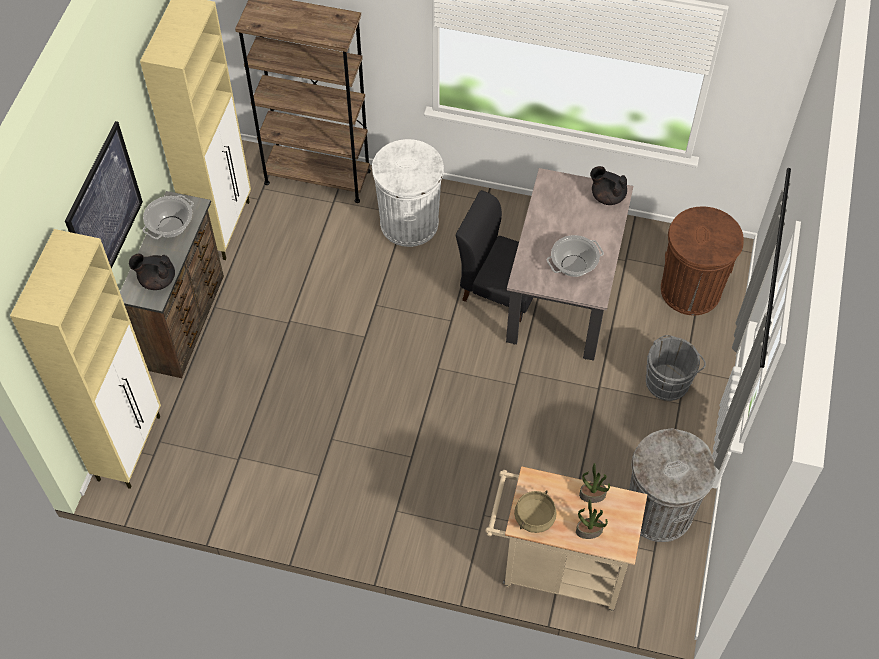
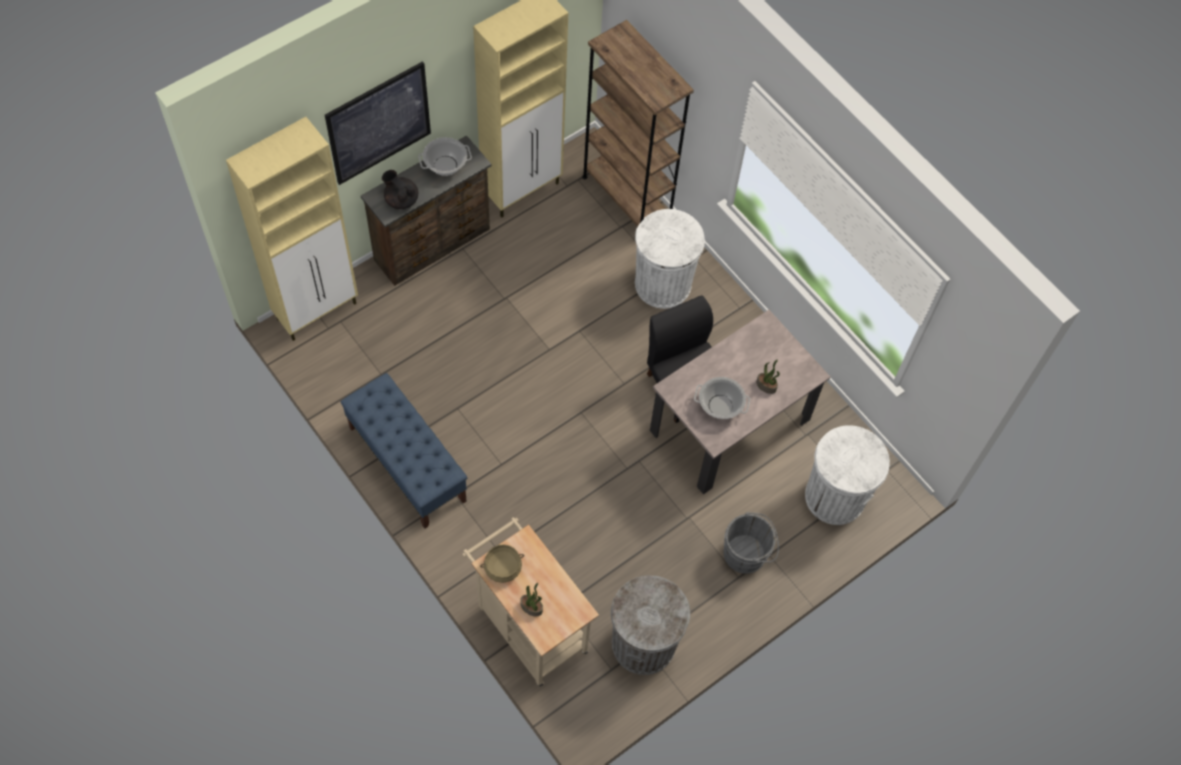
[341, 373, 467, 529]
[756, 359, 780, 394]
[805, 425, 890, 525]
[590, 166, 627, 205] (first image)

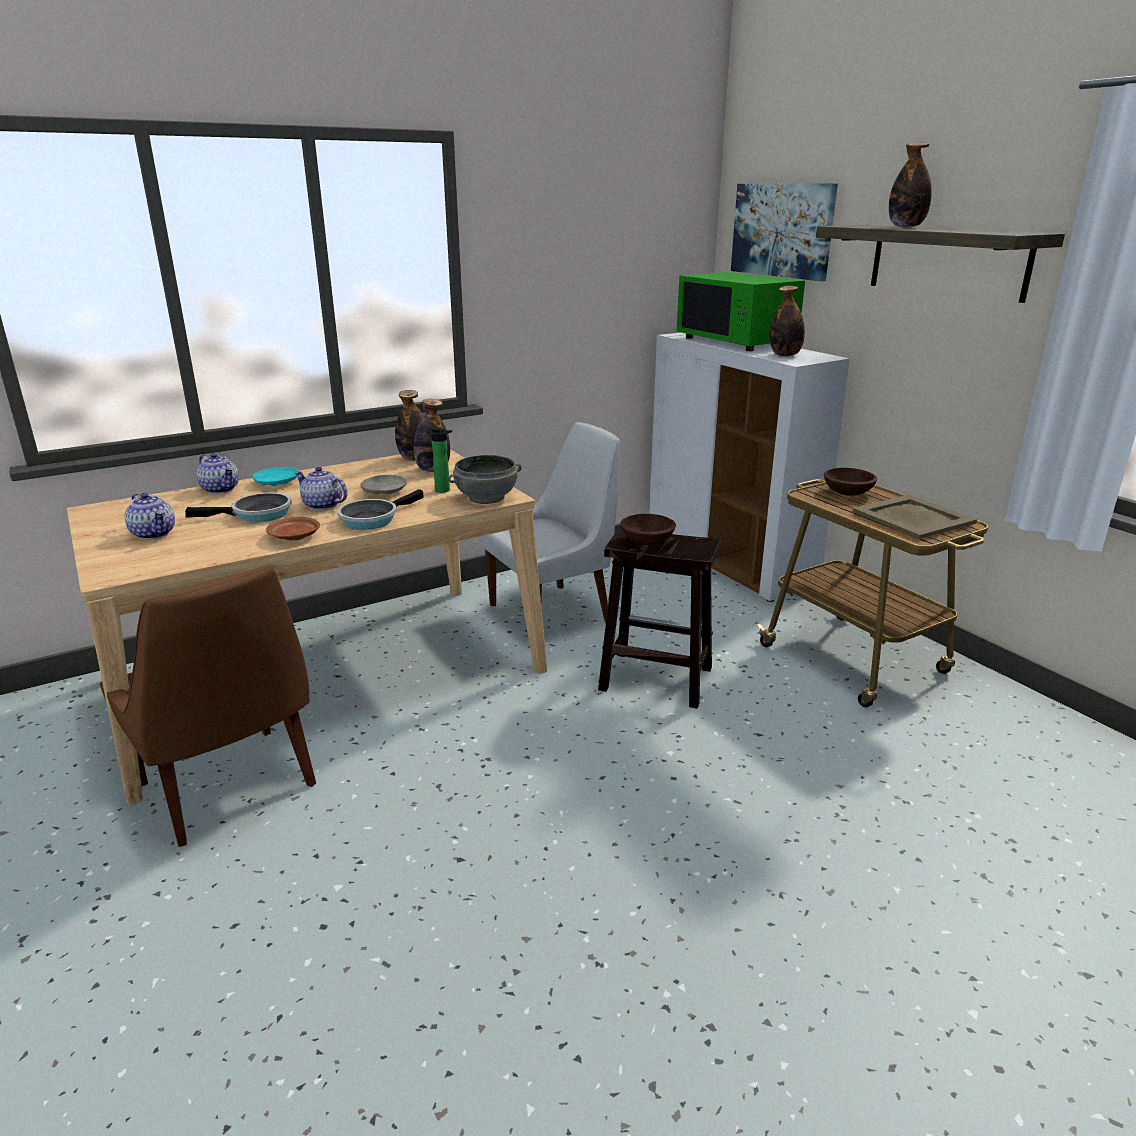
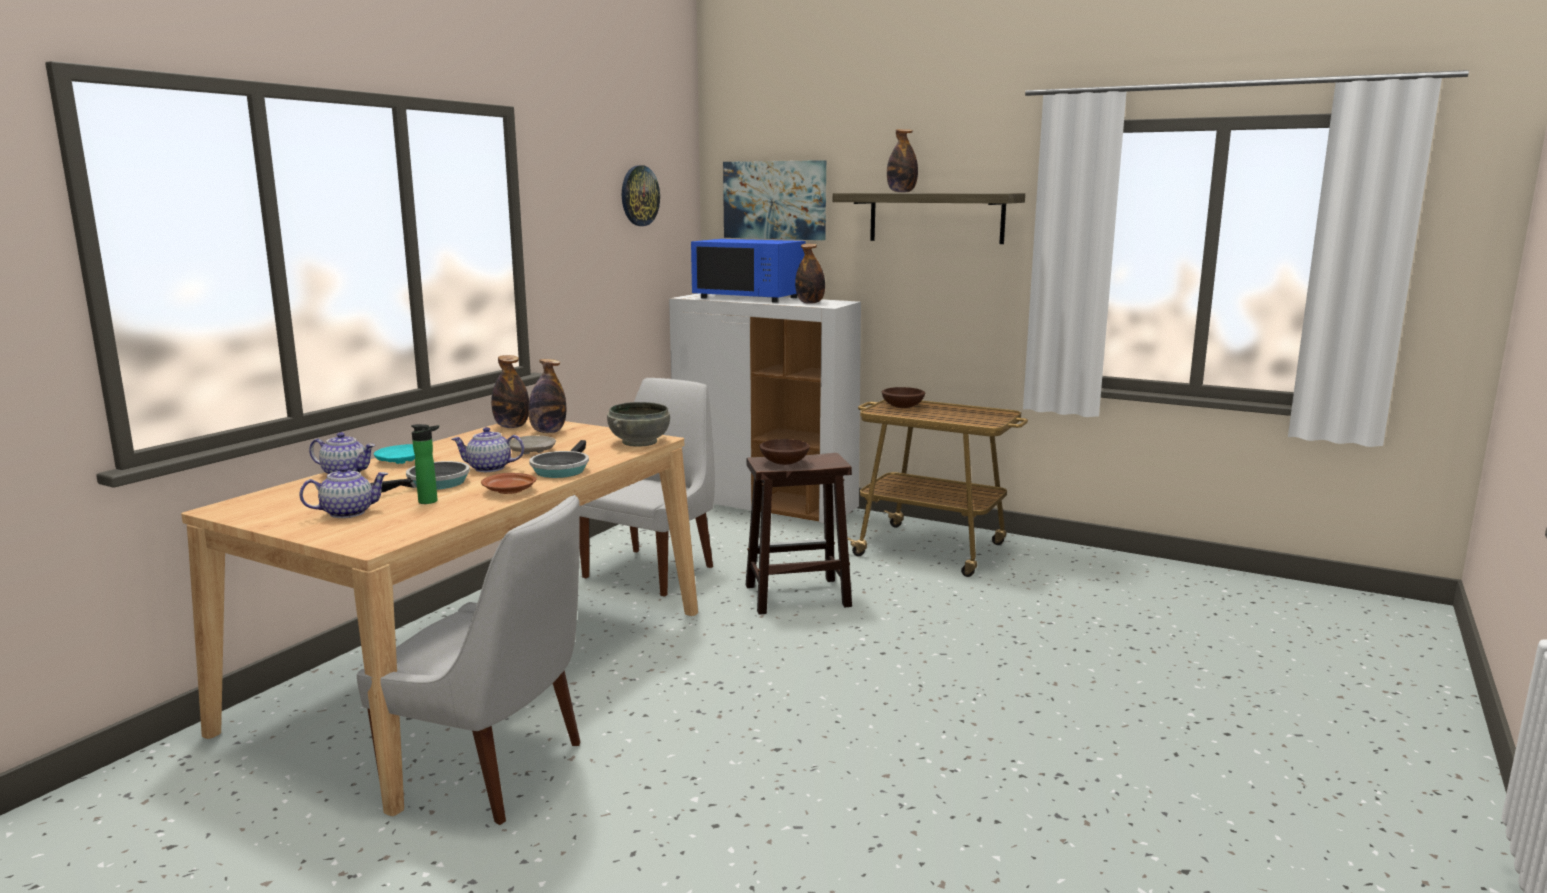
[299, 466, 388, 518]
[356, 495, 580, 825]
[411, 424, 439, 504]
[622, 165, 660, 226]
[691, 239, 806, 303]
[852, 495, 977, 539] (first image)

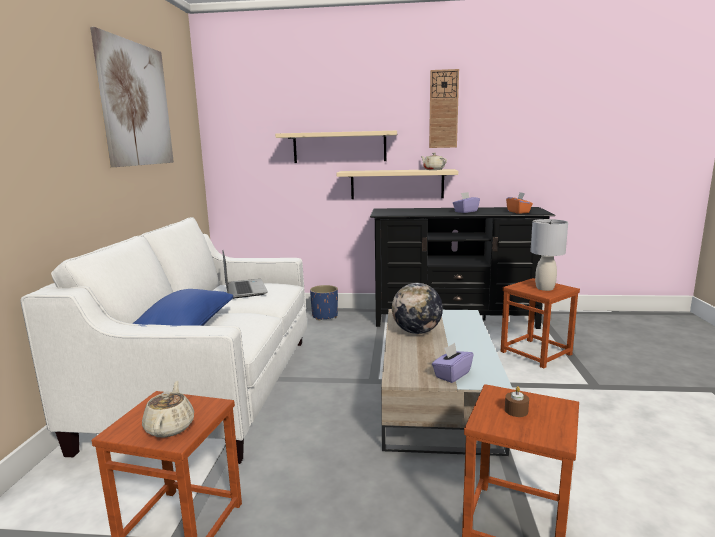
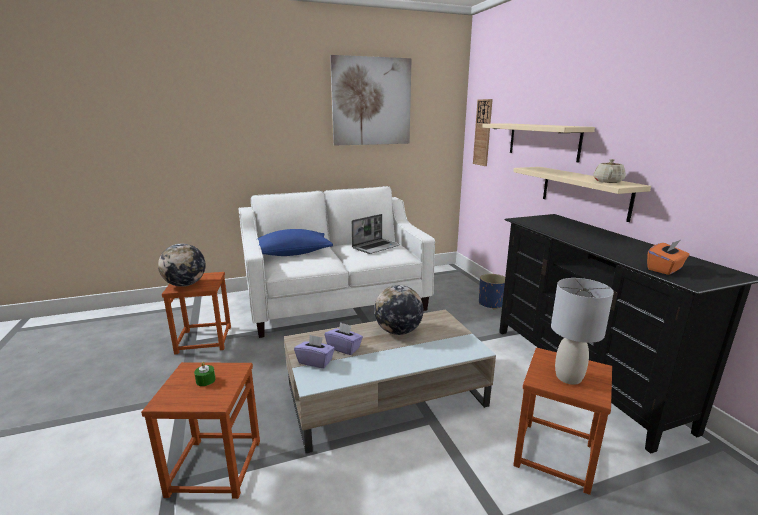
[158, 244, 206, 287]
[194, 362, 216, 386]
[325, 322, 363, 355]
[473, 99, 493, 166]

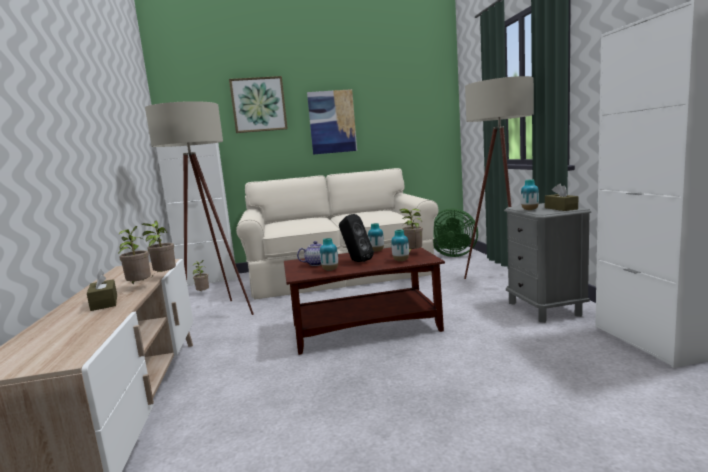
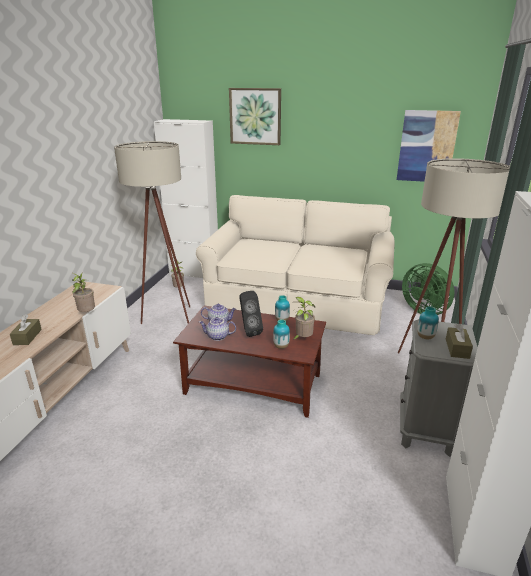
[199, 317, 236, 341]
[397, 110, 461, 182]
[118, 226, 151, 285] (first image)

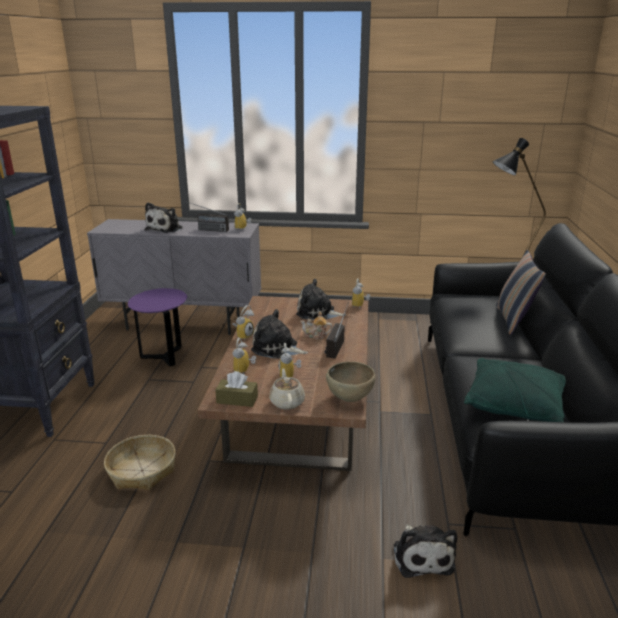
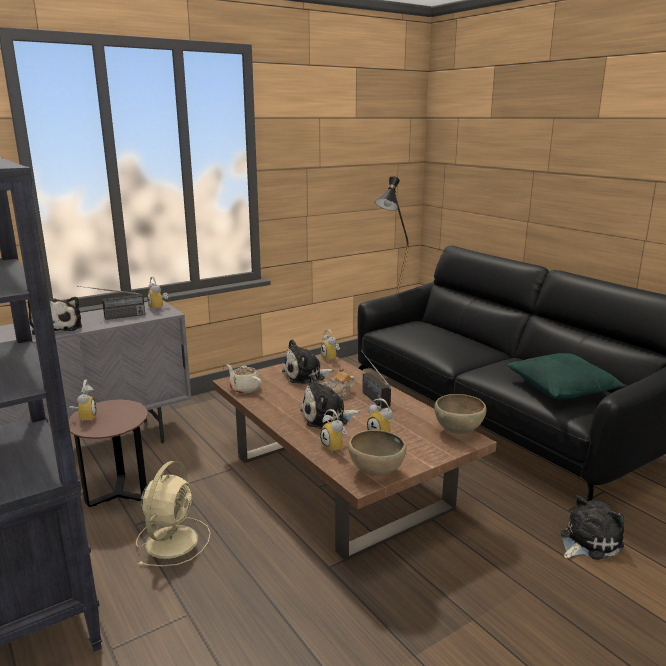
[68, 400, 148, 507]
[69, 380, 97, 422]
[136, 461, 211, 566]
[227, 364, 262, 394]
[348, 430, 406, 476]
[561, 495, 624, 560]
[104, 435, 176, 490] (first image)
[496, 250, 546, 335] (first image)

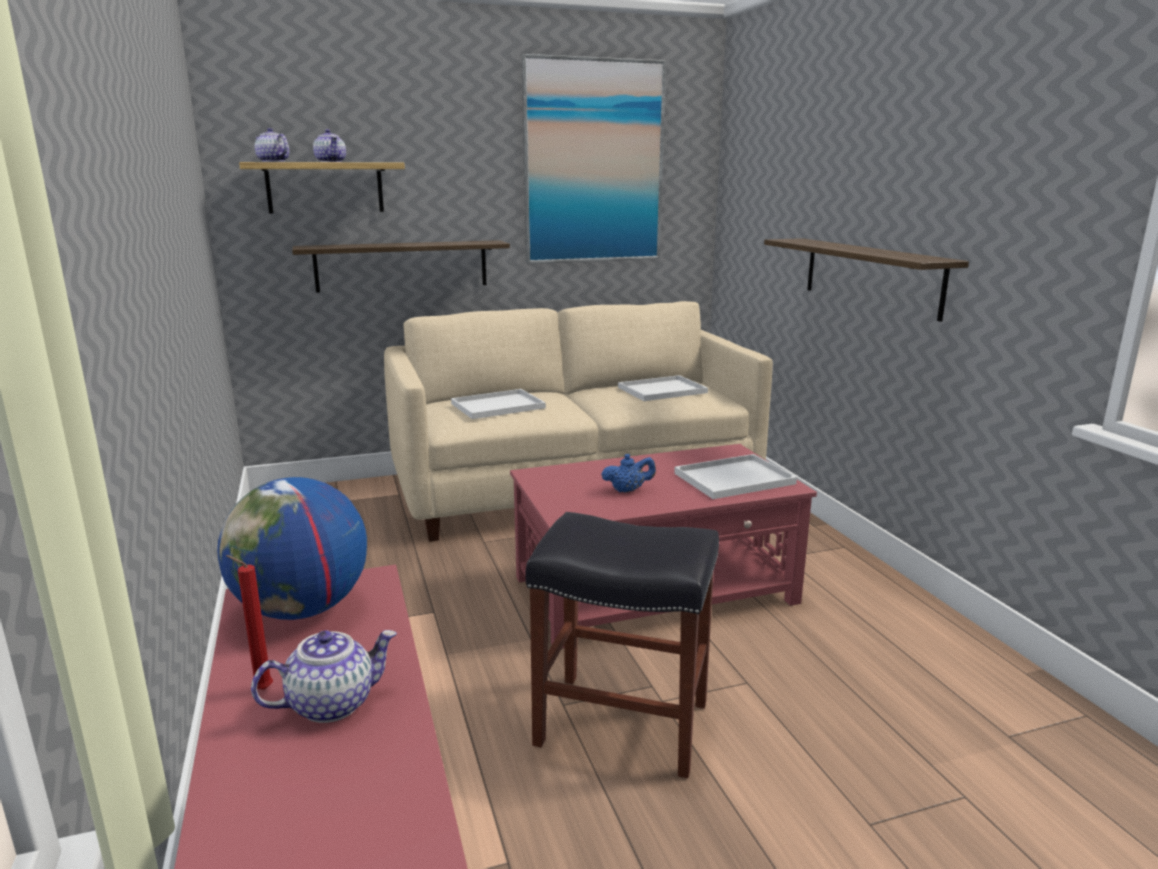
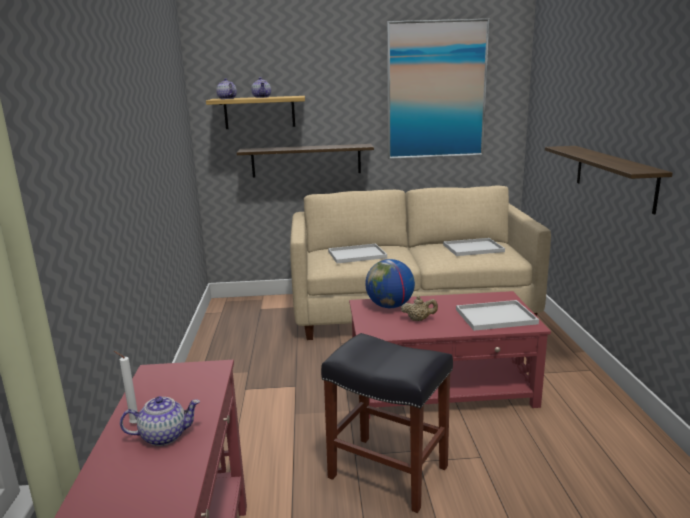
[114, 351, 138, 424]
[366, 259, 415, 308]
[401, 296, 438, 321]

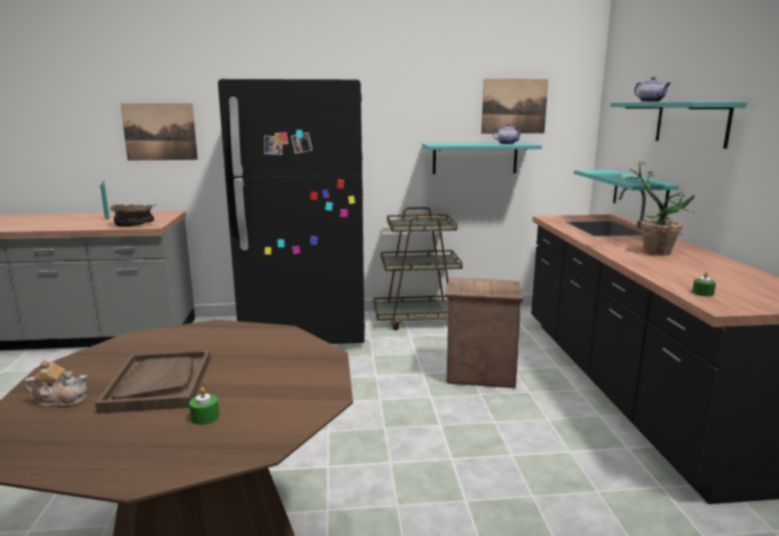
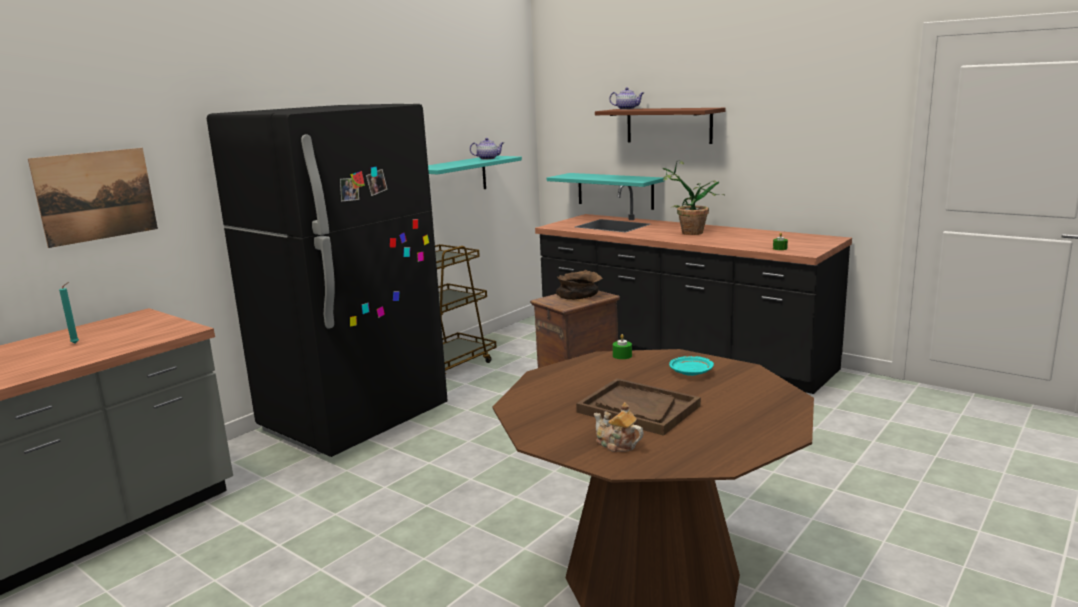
[556, 270, 603, 300]
[594, 402, 644, 452]
[595, 108, 725, 144]
[613, 334, 632, 359]
[669, 356, 714, 376]
[481, 79, 548, 134] (first image)

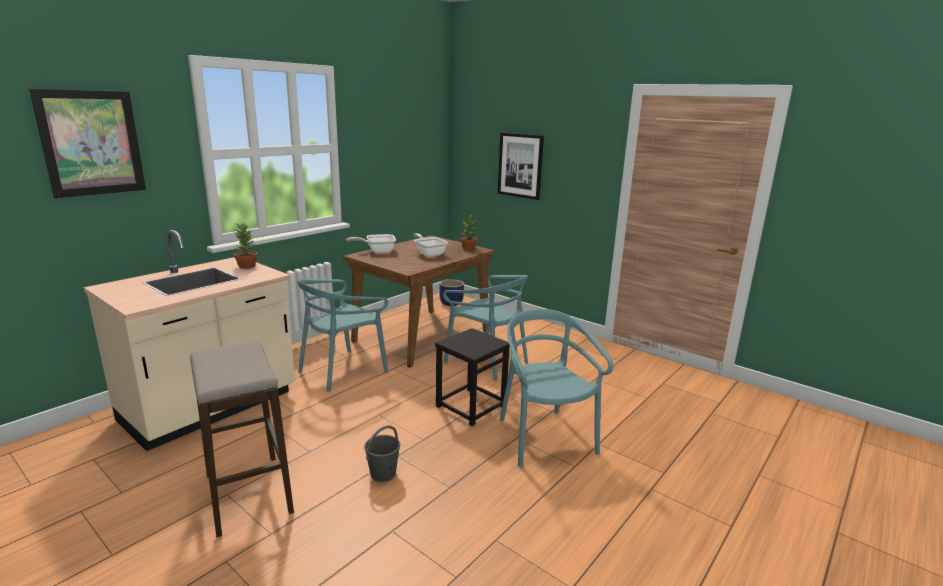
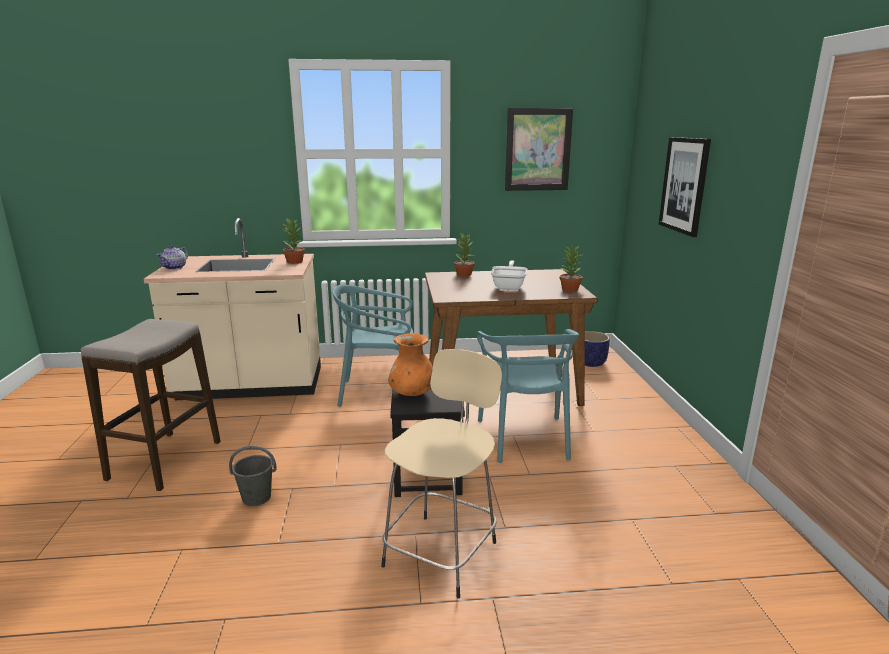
[156, 245, 188, 270]
[381, 349, 502, 599]
[388, 333, 433, 396]
[454, 233, 474, 277]
[505, 108, 573, 191]

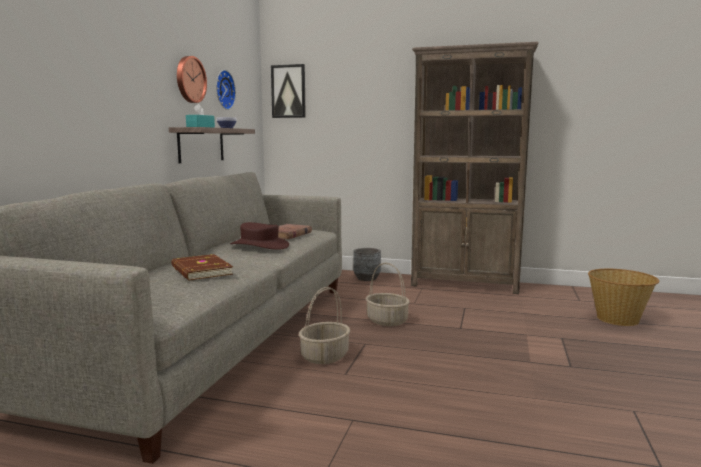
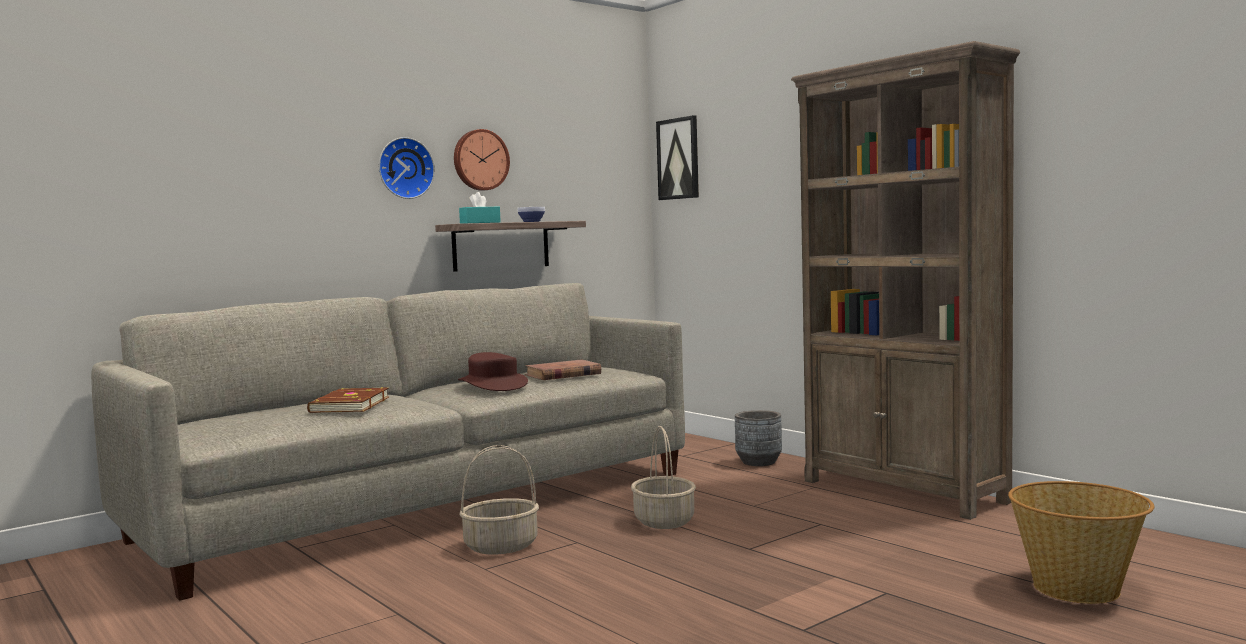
[379, 137, 435, 199]

